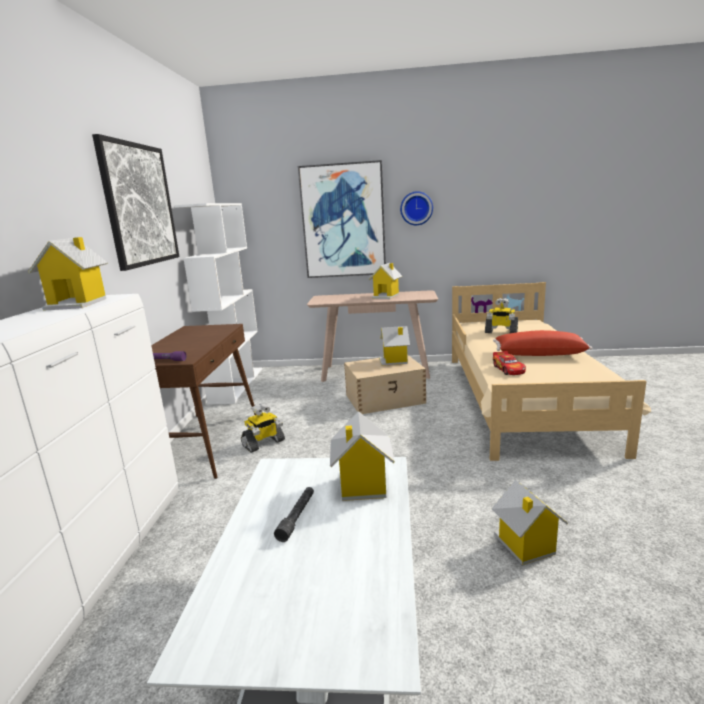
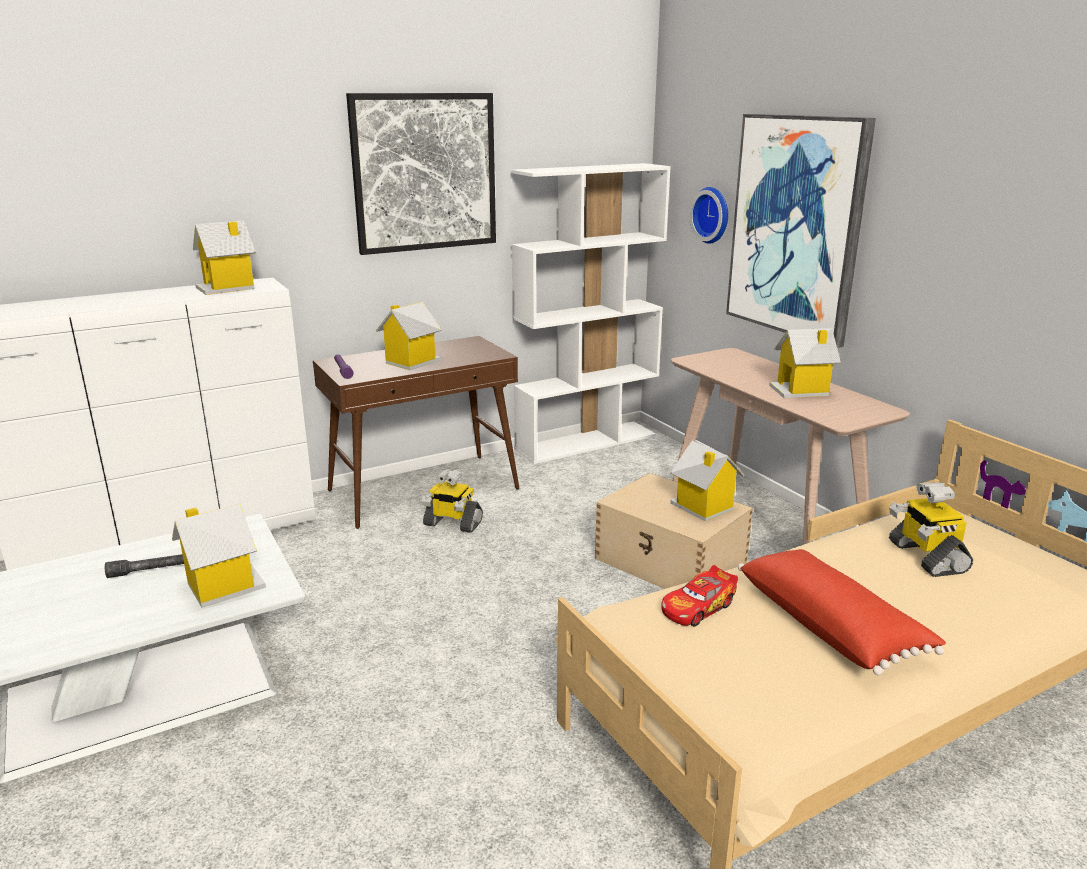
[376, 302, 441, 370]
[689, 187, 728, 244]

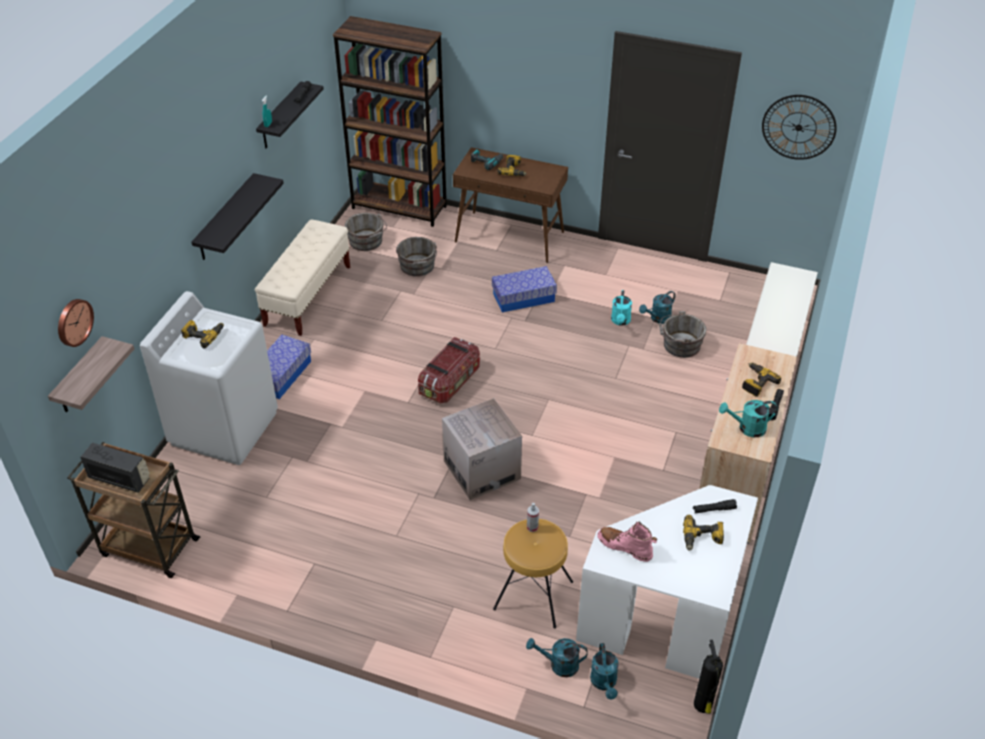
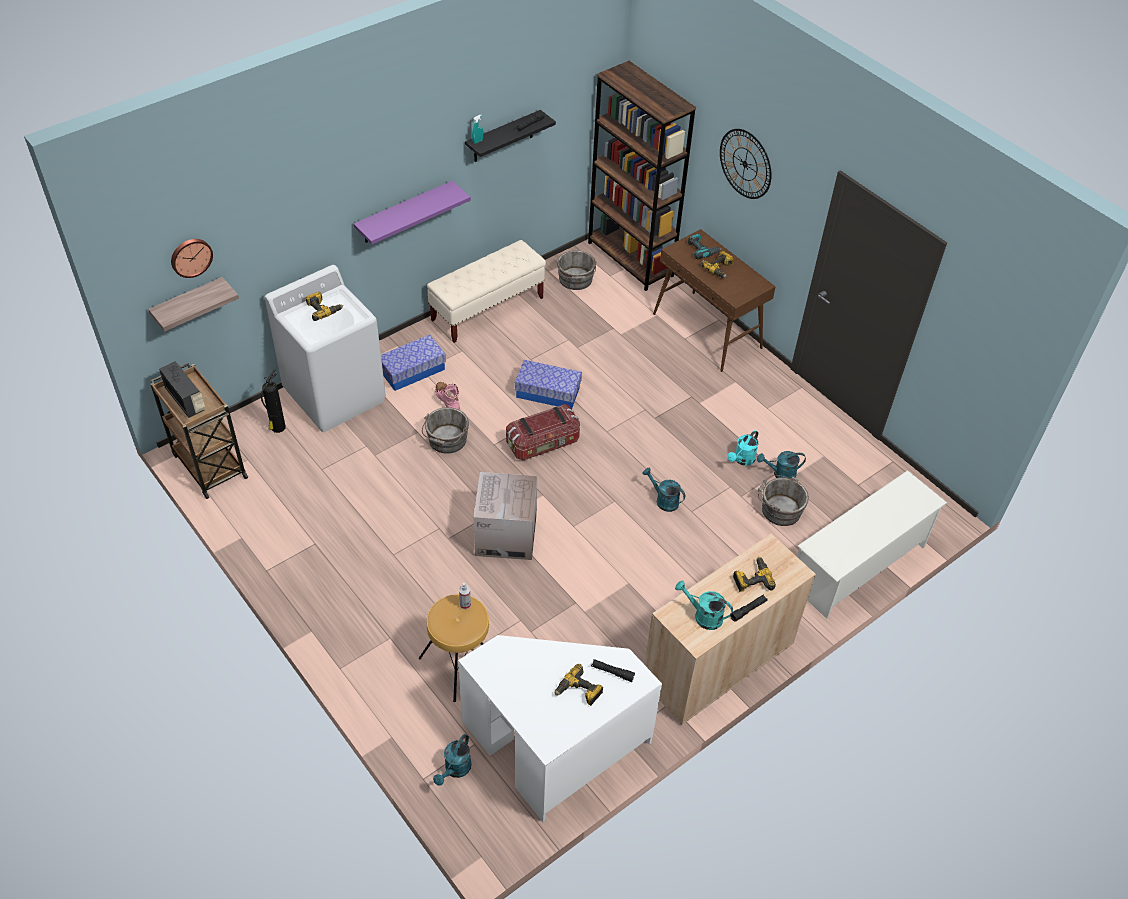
[261, 369, 286, 433]
[353, 181, 471, 244]
[422, 407, 469, 454]
[435, 382, 460, 410]
[515, 360, 582, 409]
[642, 468, 685, 512]
[720, 129, 772, 199]

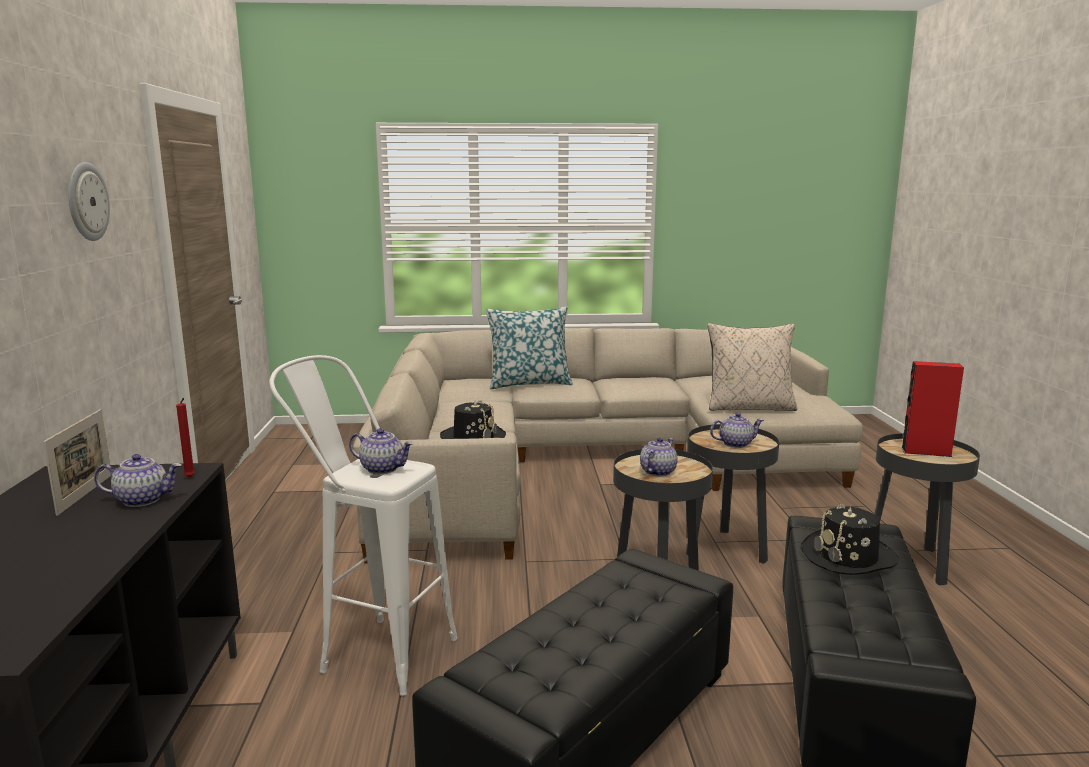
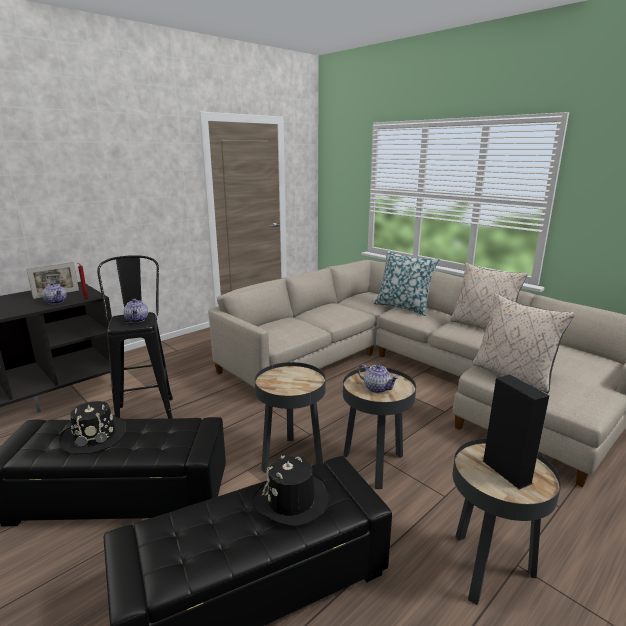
[59, 401, 127, 454]
[97, 255, 173, 418]
[450, 262, 528, 329]
[483, 374, 549, 490]
[68, 162, 110, 241] (first image)
[640, 437, 678, 476] (first image)

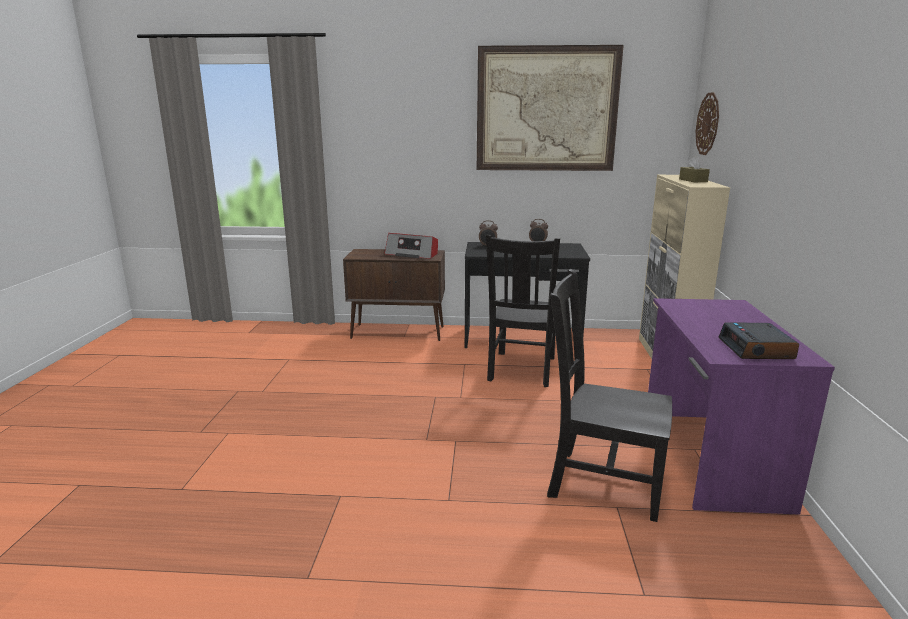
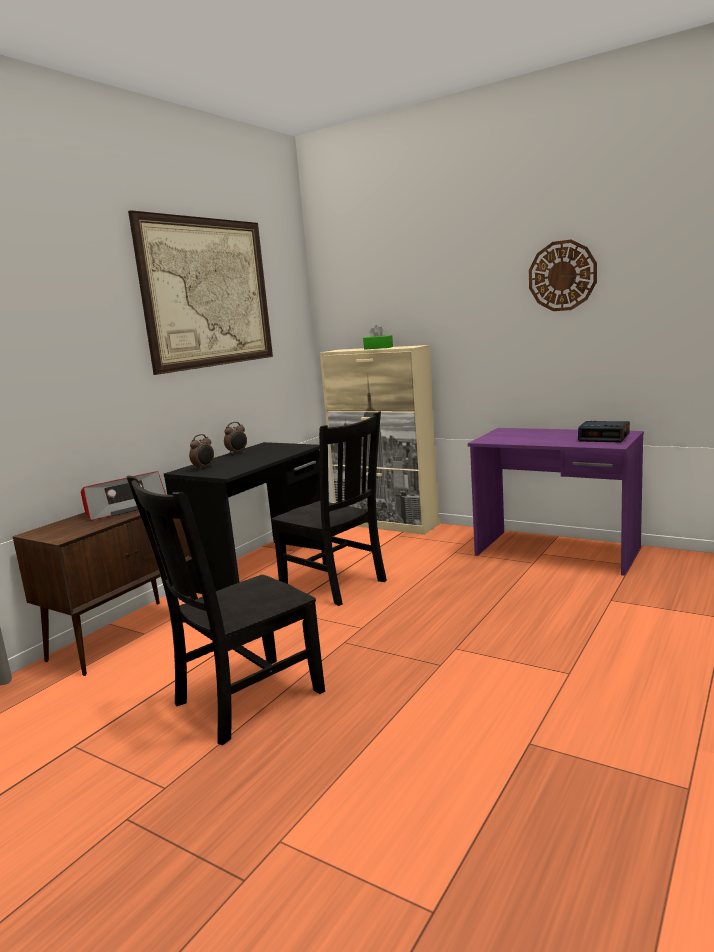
[126, 476, 325, 745]
[363, 325, 393, 350]
[529, 240, 597, 311]

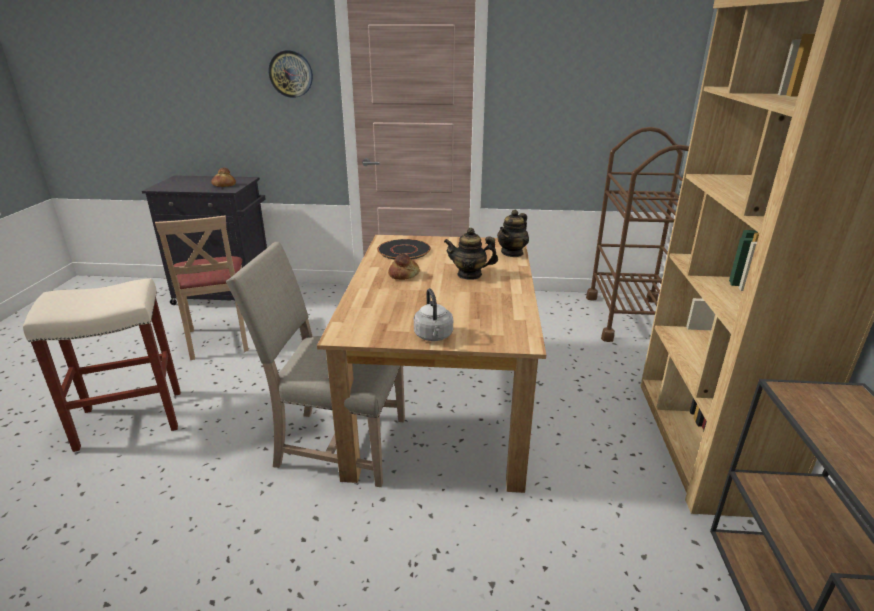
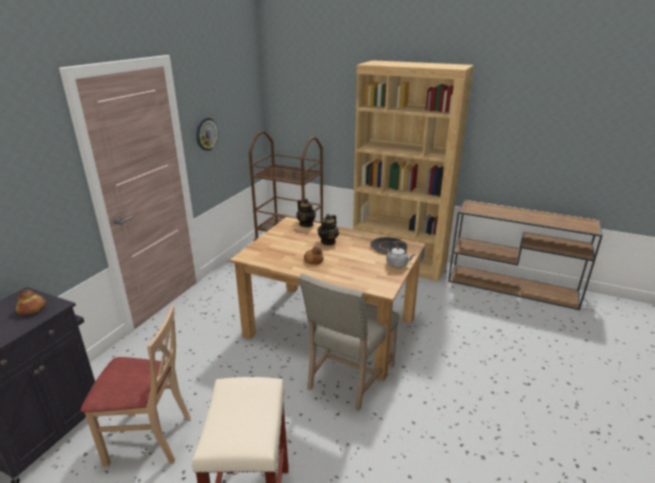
[196, 118, 218, 151]
[370, 237, 408, 255]

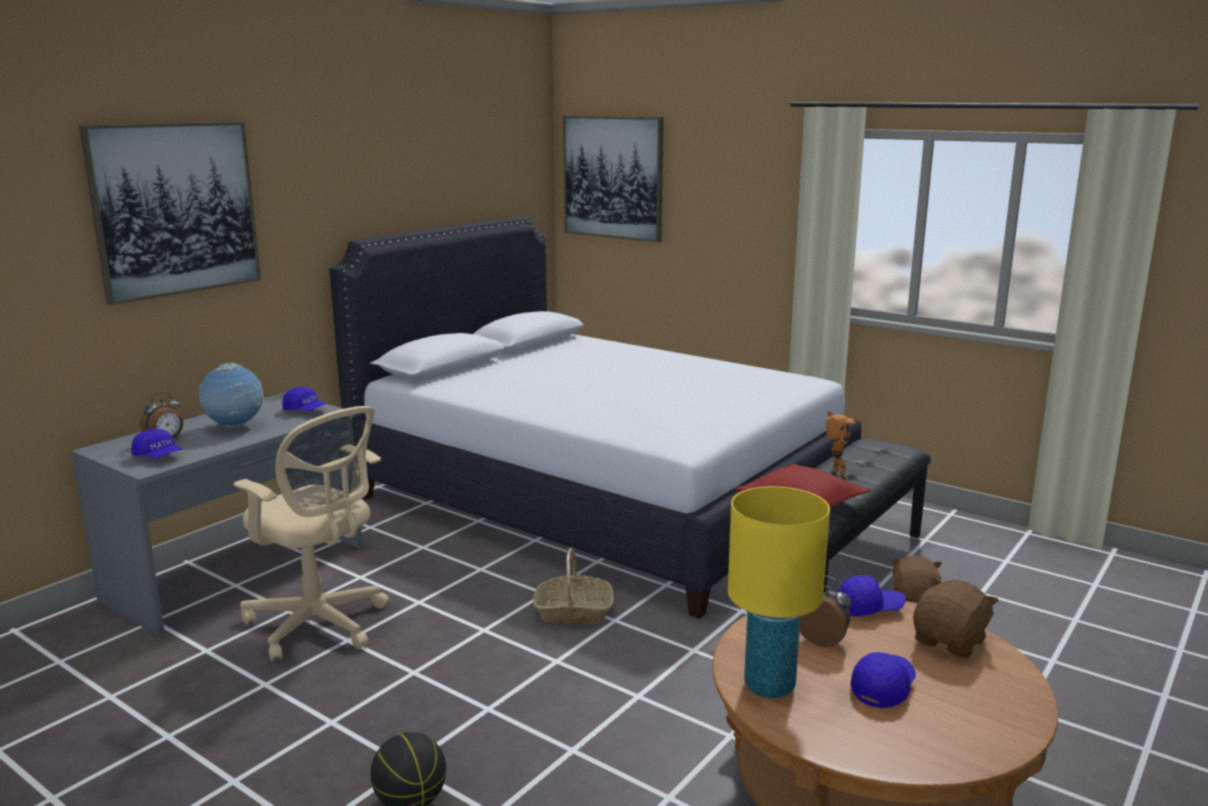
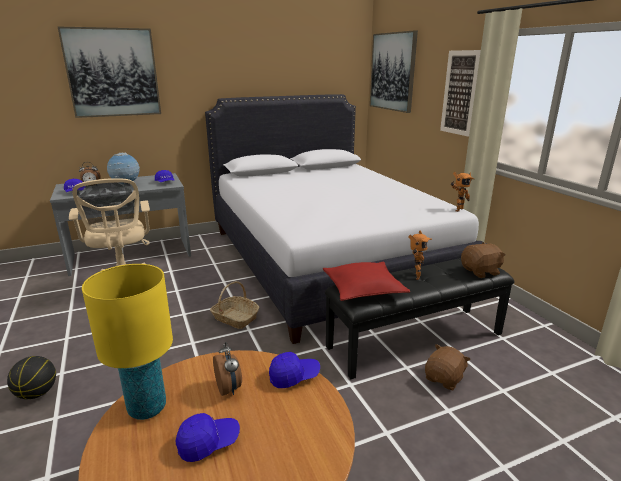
[269, 352, 320, 388]
[440, 50, 481, 137]
[451, 172, 474, 212]
[461, 242, 506, 278]

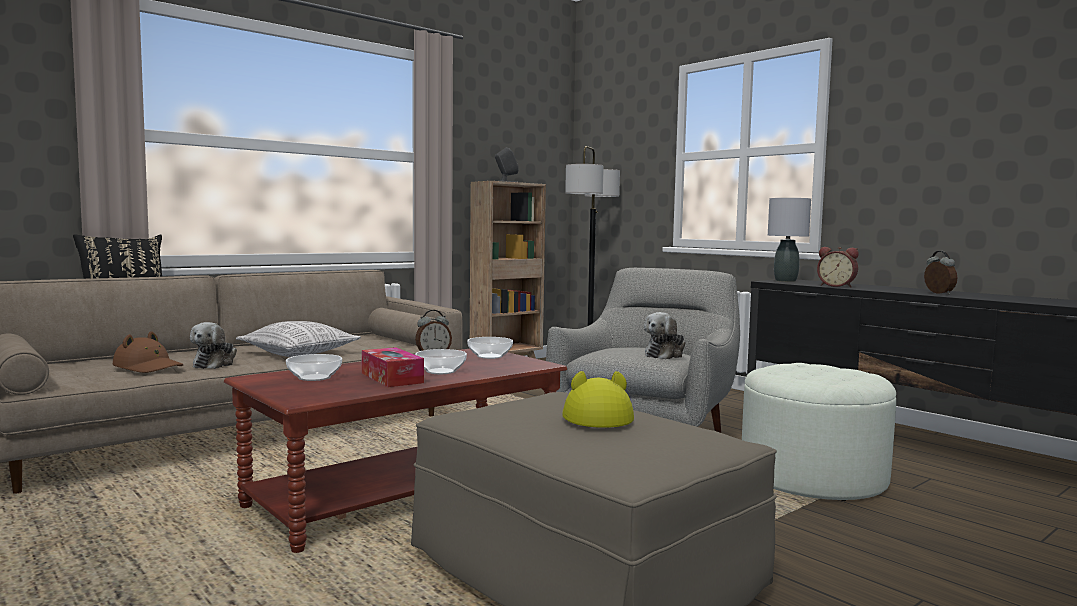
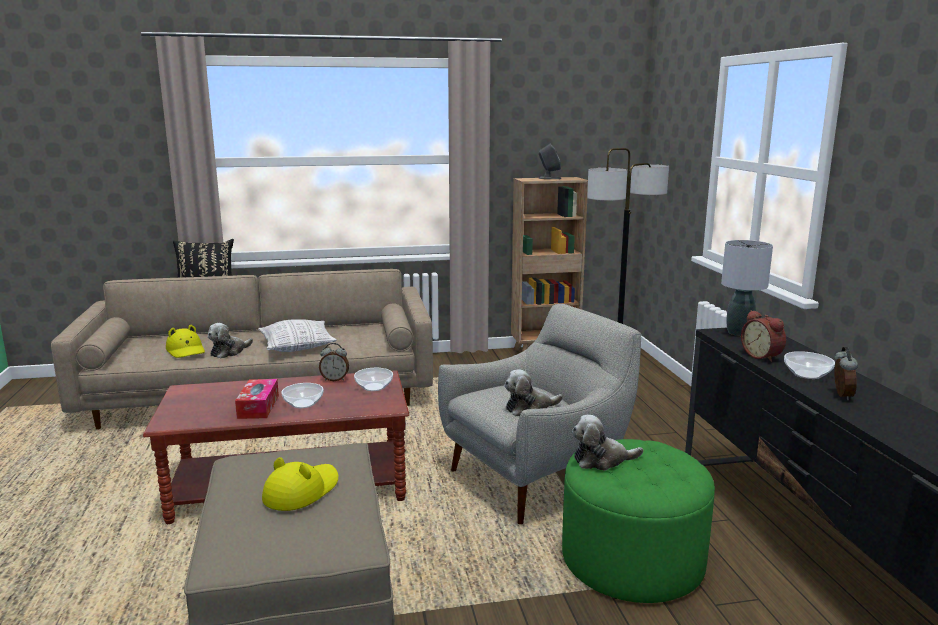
[166, 325, 205, 358]
[562, 439, 715, 603]
[572, 415, 643, 471]
[784, 351, 835, 379]

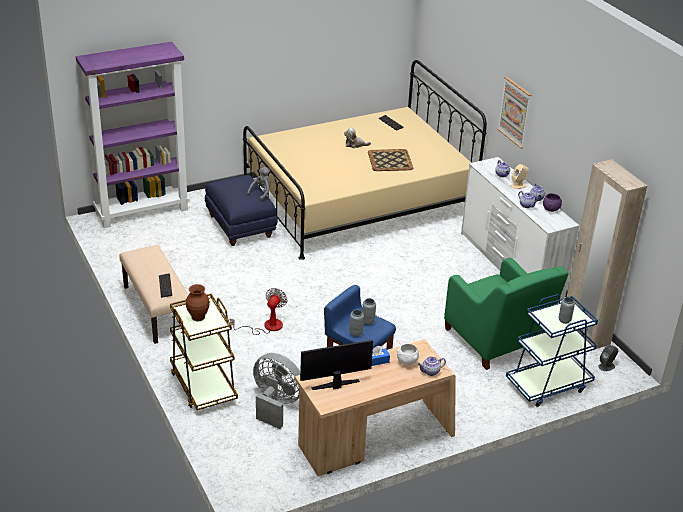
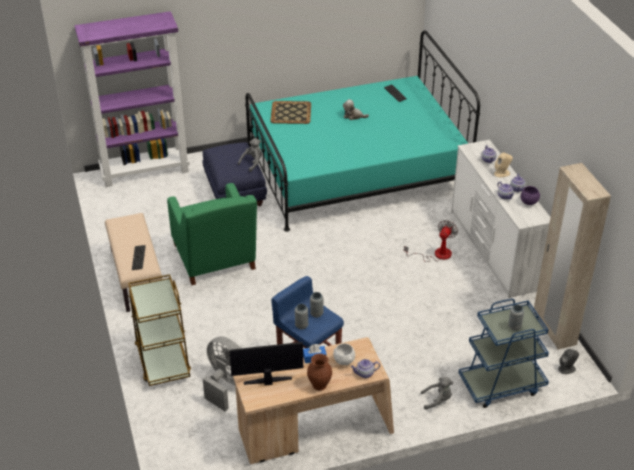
[167, 183, 257, 285]
[245, 30, 480, 232]
[270, 101, 311, 124]
[307, 354, 332, 391]
[404, 220, 458, 262]
[421, 377, 453, 410]
[497, 76, 531, 149] (first image)

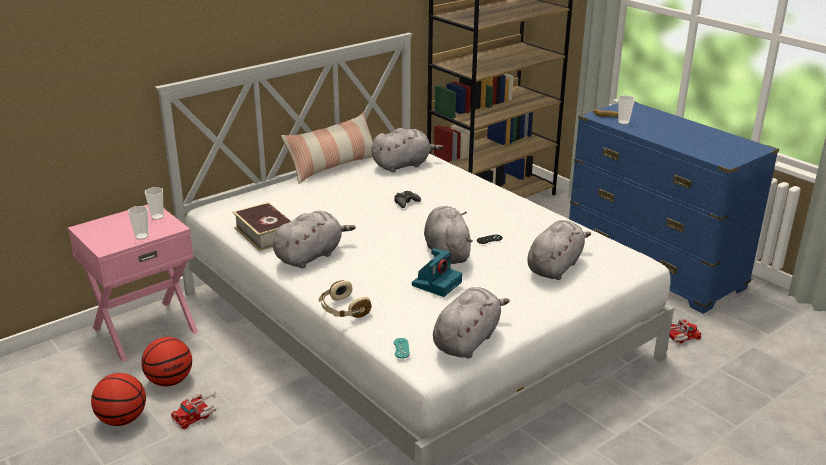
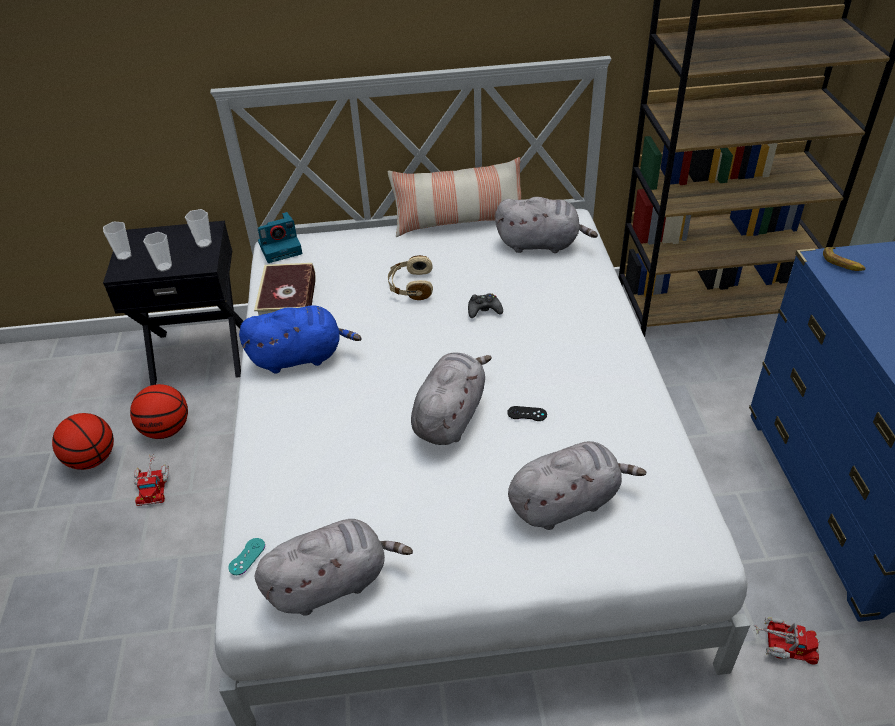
[103, 221, 243, 386]
[103, 222, 131, 260]
[134, 454, 169, 506]
[239, 306, 362, 374]
[258, 212, 302, 263]
[388, 255, 433, 300]

